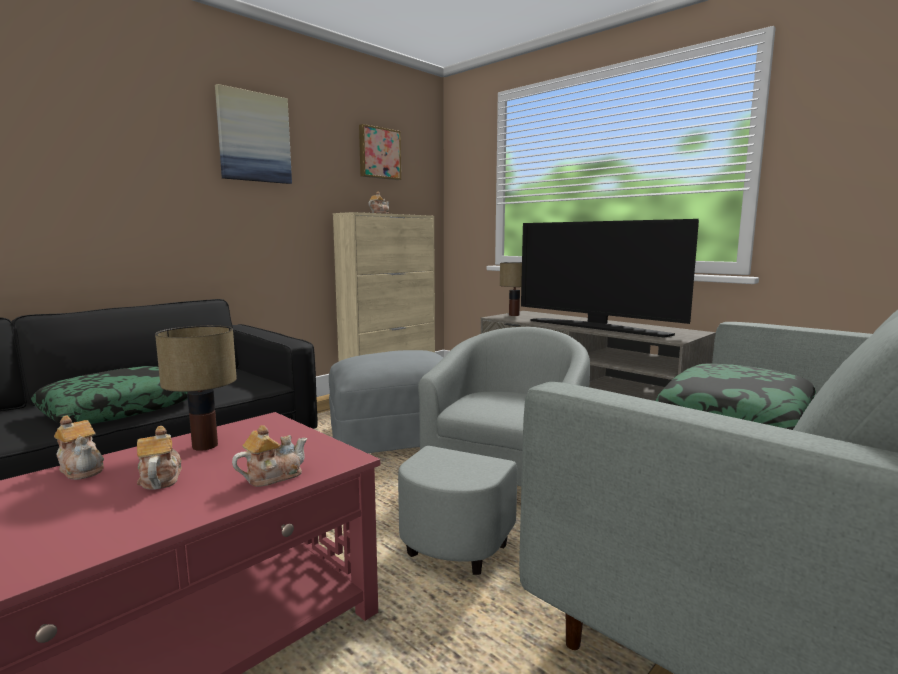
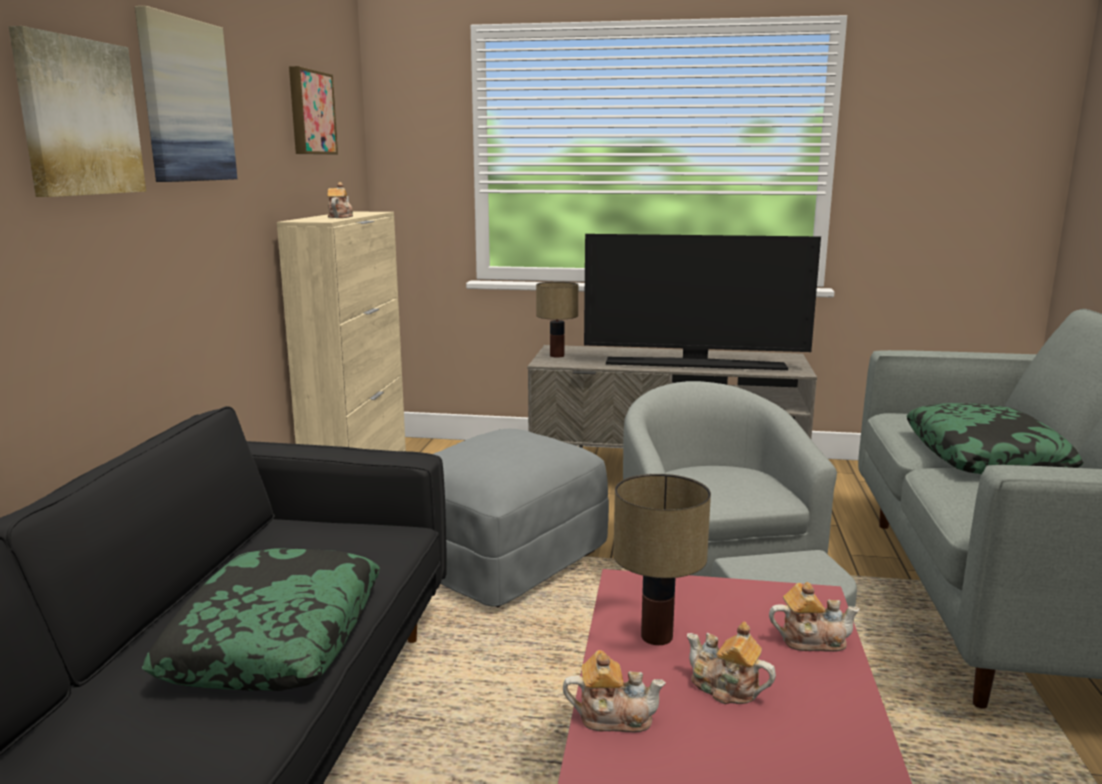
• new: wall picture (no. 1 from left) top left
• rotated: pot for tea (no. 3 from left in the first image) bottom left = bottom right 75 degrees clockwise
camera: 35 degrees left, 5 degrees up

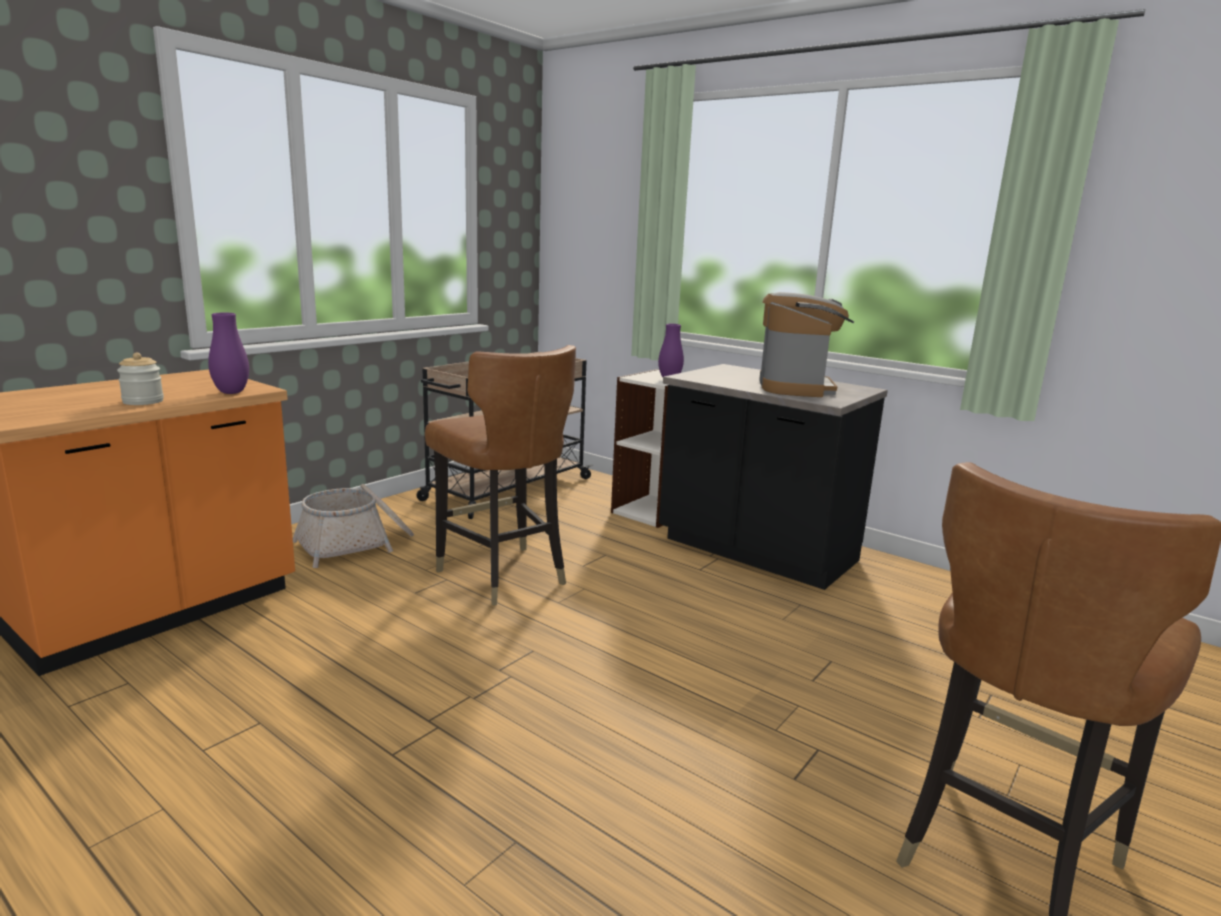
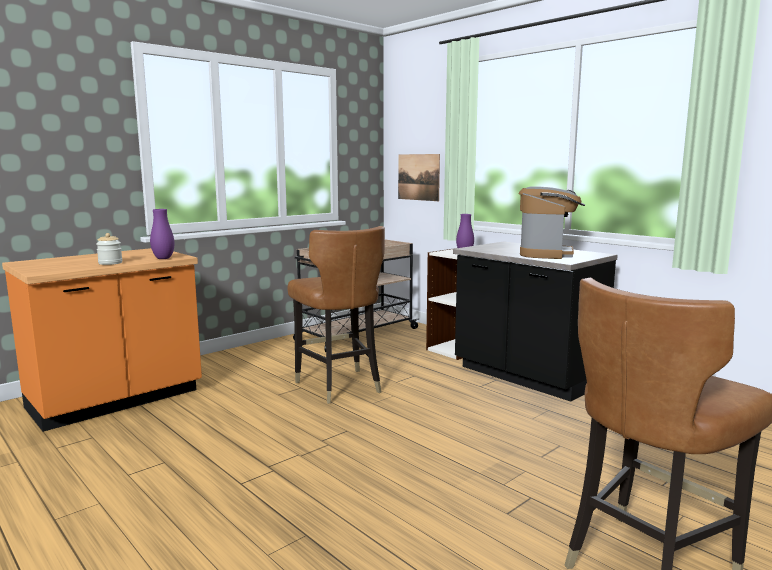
• gone: household basket middle left
• new: wall picture top centre
camera: 10 degrees right, 5 degrees down

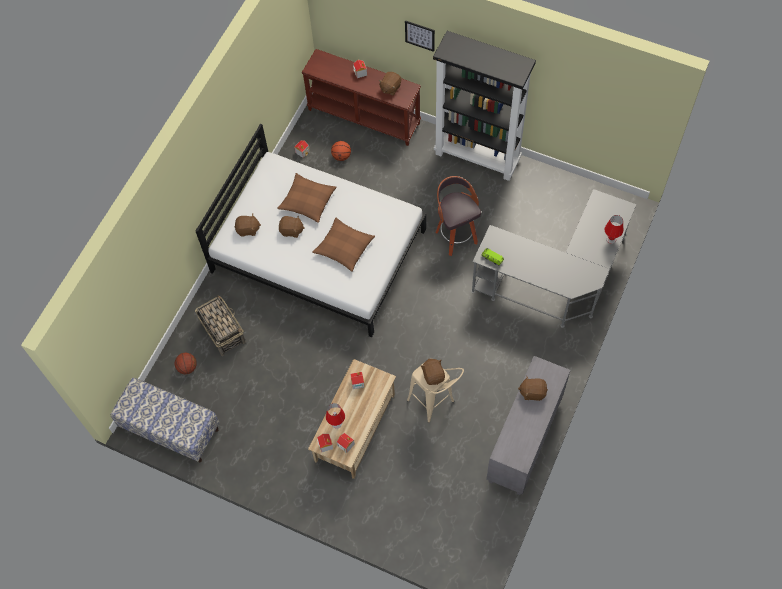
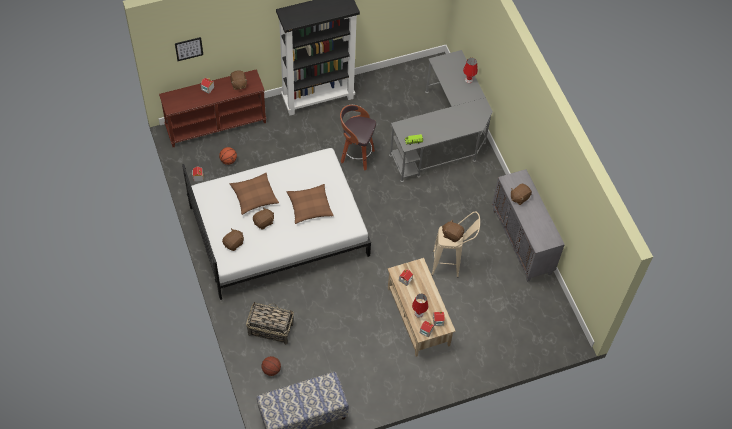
• shifted: wall picture top centre to top left
camera: 50 degrees left, 5 degrees down

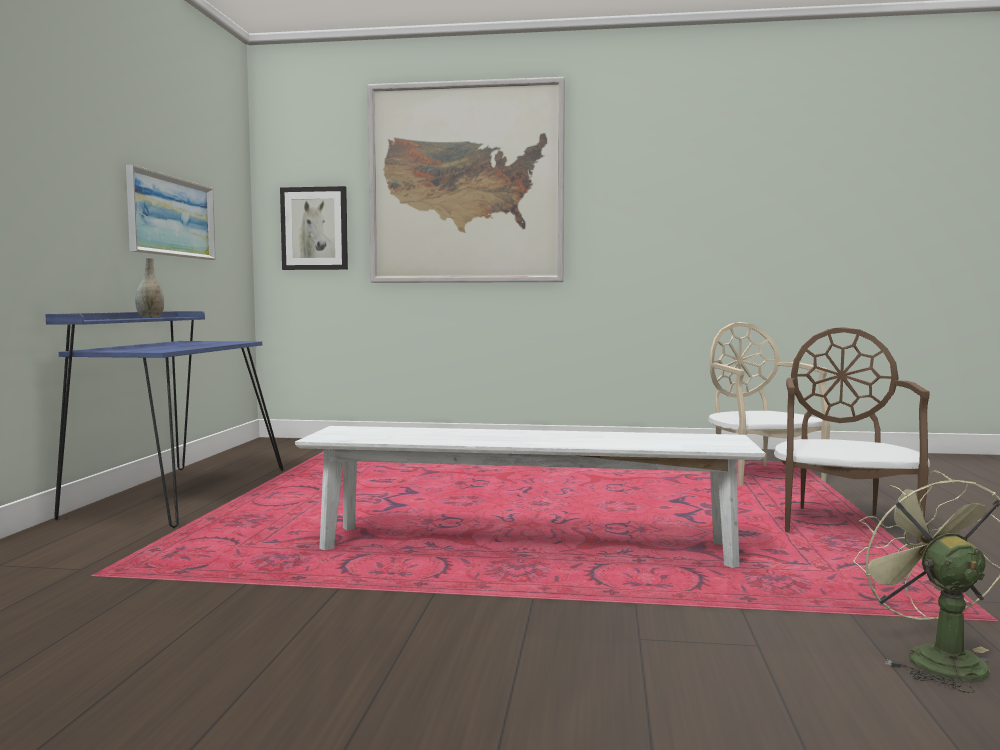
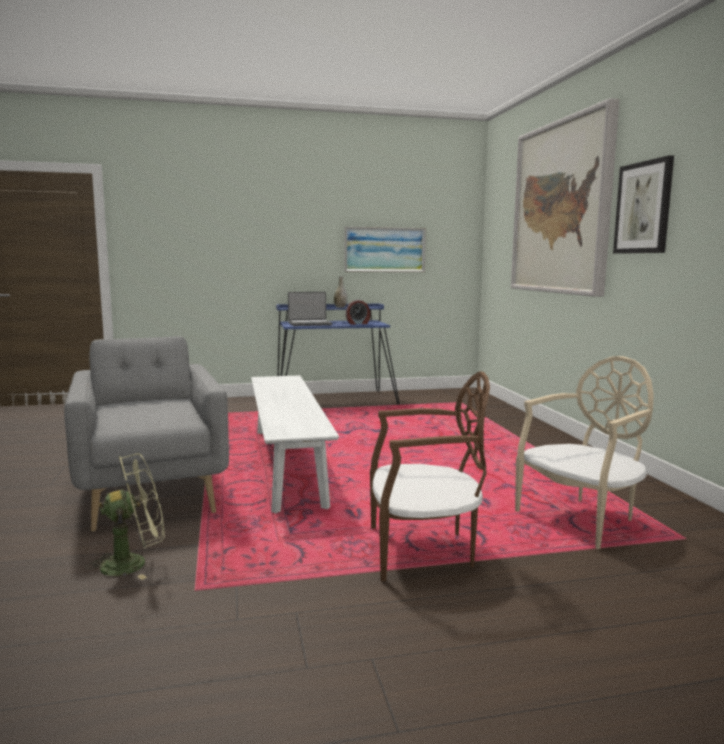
• new: easy chair in greyish middle left
• new: notebook computer centre
• new: alarm clock centre
• shifted: wall picture (no. 2 from left in the first image) top left to wall picture (no. 3 from left) top right
camera: 70 degrees right, 5 degrees up

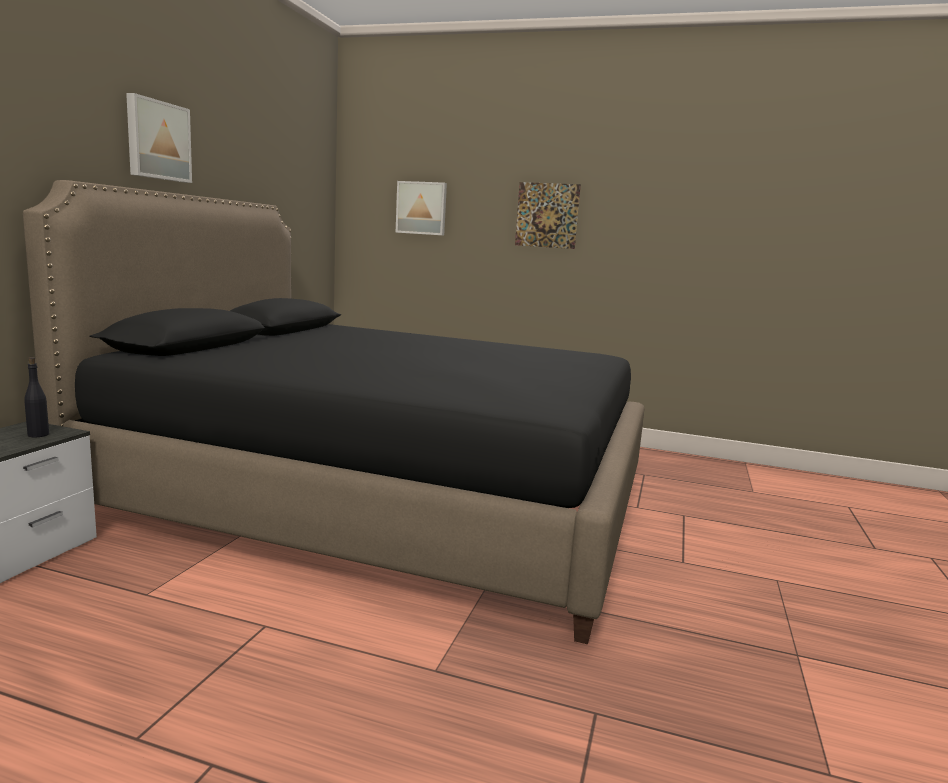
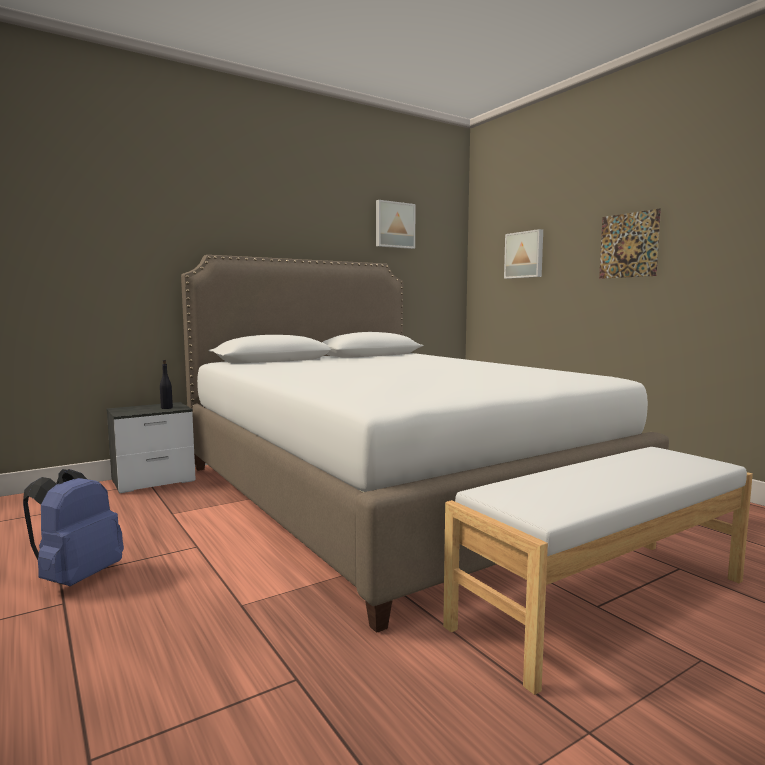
• new: rucksack in blue-coloured bottom left
• new: indoor bench in white bottom right
• shifted: wall picture (no. 1 from left) top left to top centre
• repainted: bedroom bed in blackish centre to bedroom bed in white centre
camera: 40 degrees right, 5 degrees down

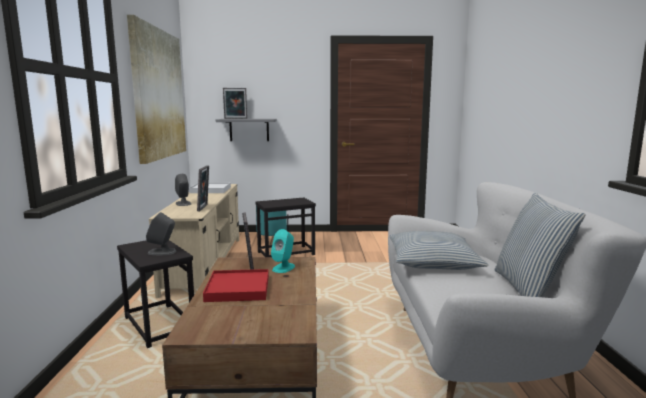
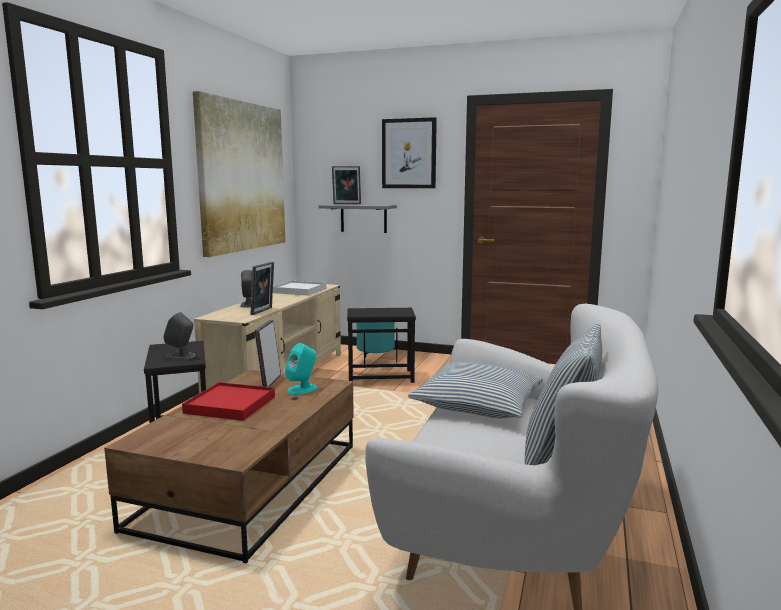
• new: wall picture (no. 2 from left) top centre
camera: 20 degrees right, 0 degrees up

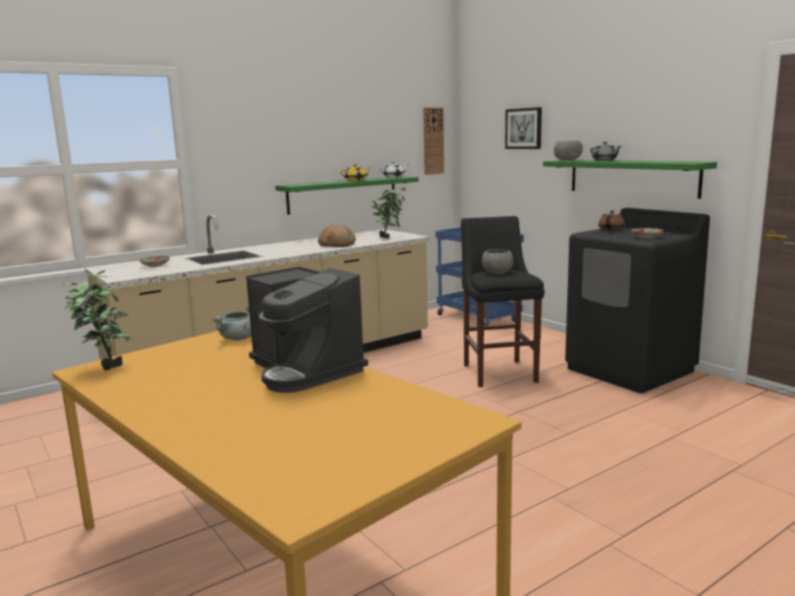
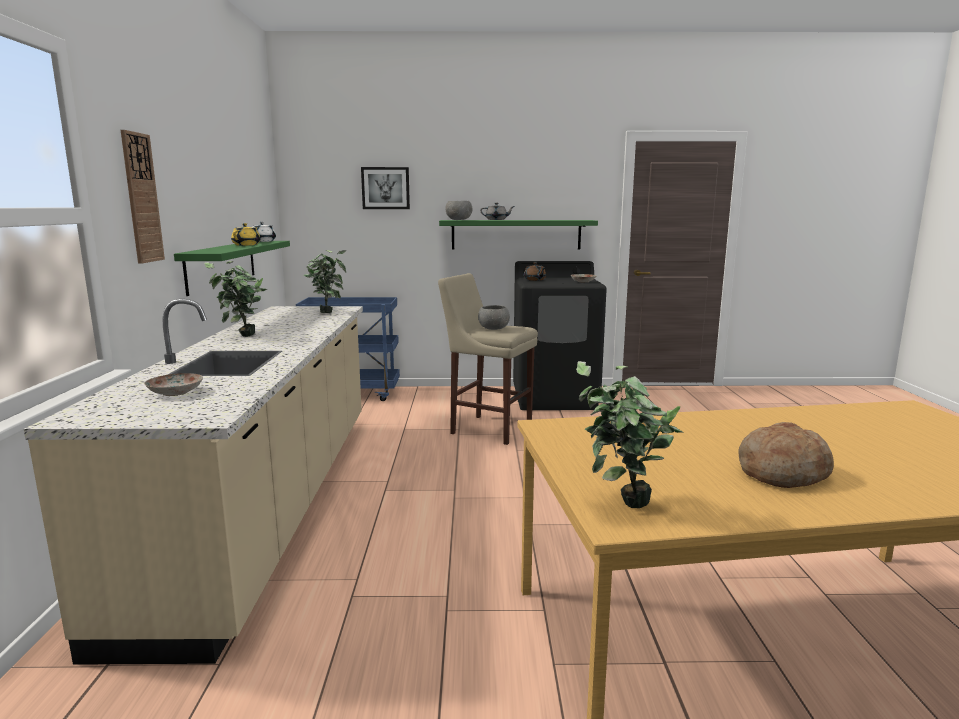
• gone: saucepot in greyish middle left
• gone: coffee machine centre
• new: potted plant (no. 1 from left) middle left
• shifted: bakery bread centre to middle right
• shifted: wall clock top centre to top left
• repainted: sitting stool in blackish centre to sitting stool in beige-coloured centre
camera: 55 degrees left, 0 degrees up

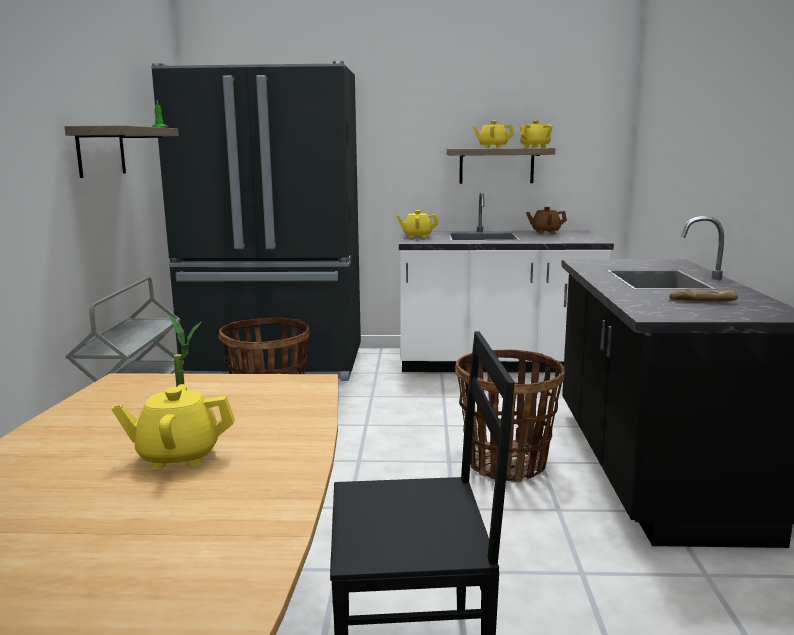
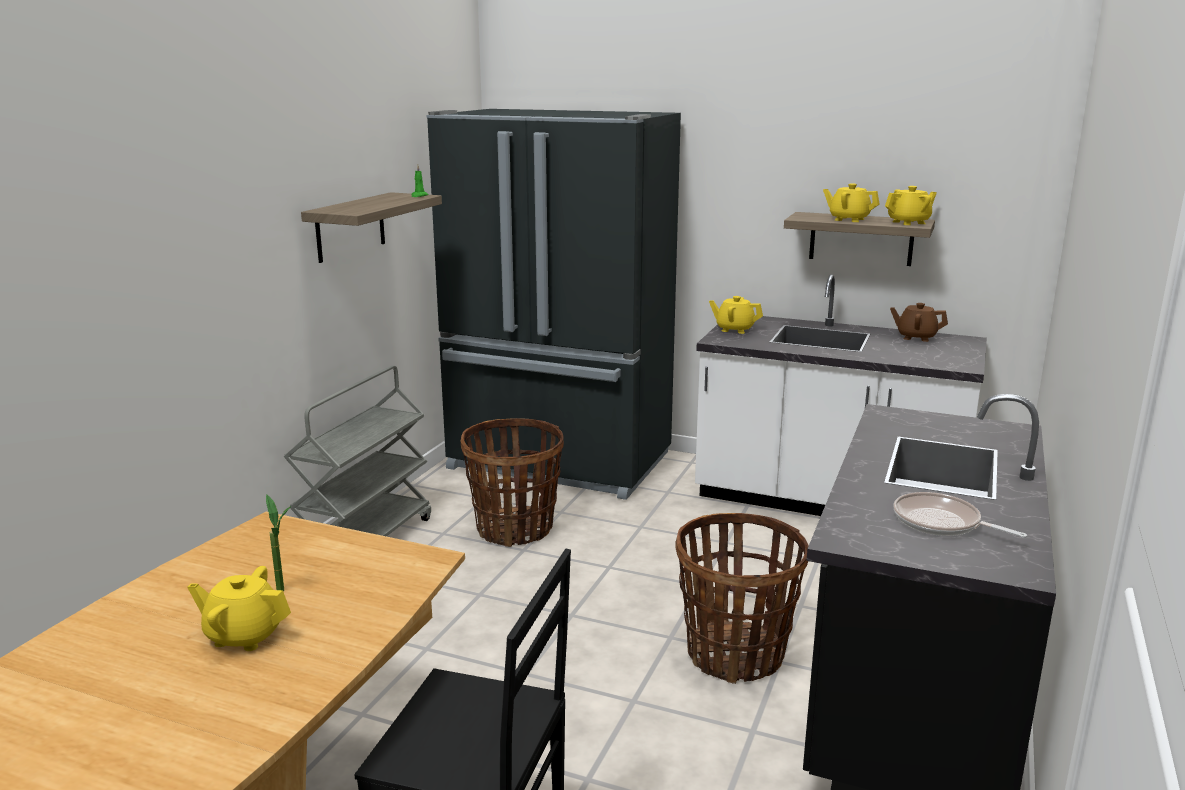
• swapped: bakery bread middle right to frying pan middle right
camera: 20 degrees right, 5 degrees up

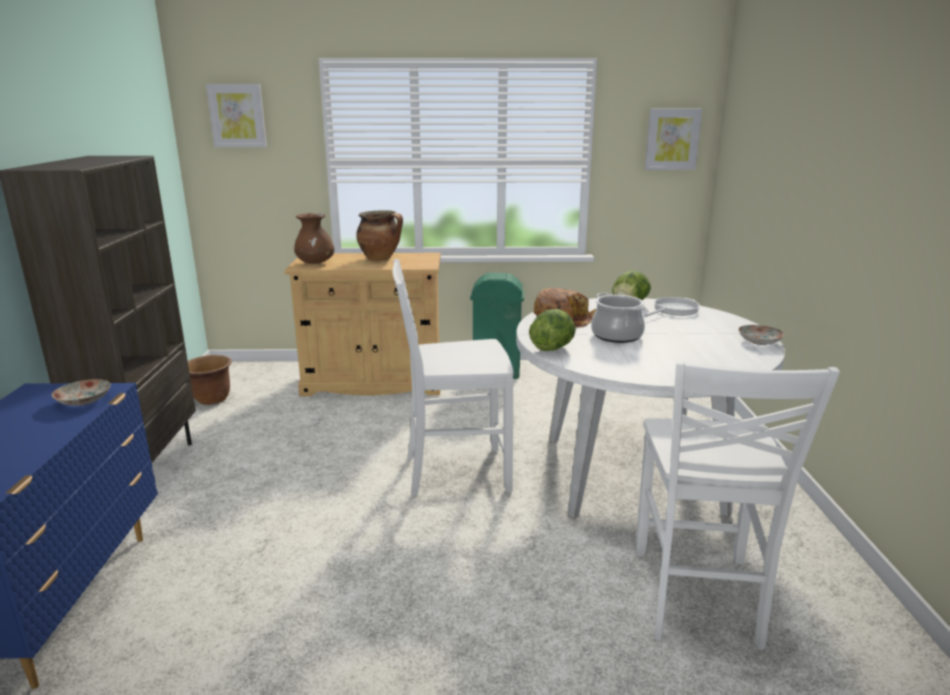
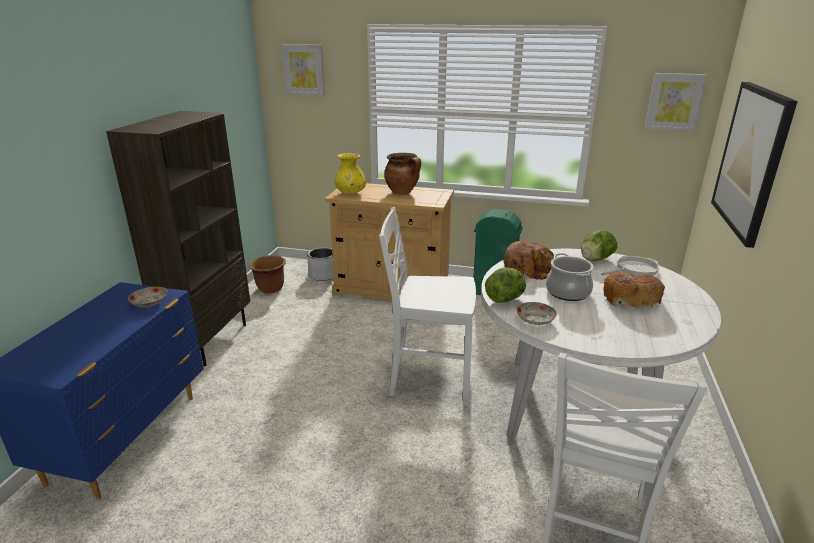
• new: planter in greyish centre
• new: bakery bread (no. 2 from left) middle right
• new: wall picture (no. 3 from left) top right
• shifted: plate (no. 2 from left) middle right to centre
• repainted: vase in brownish middle left to vase in yellow-coloured top centre
camera: 15 degrees right, 5 degrees up

